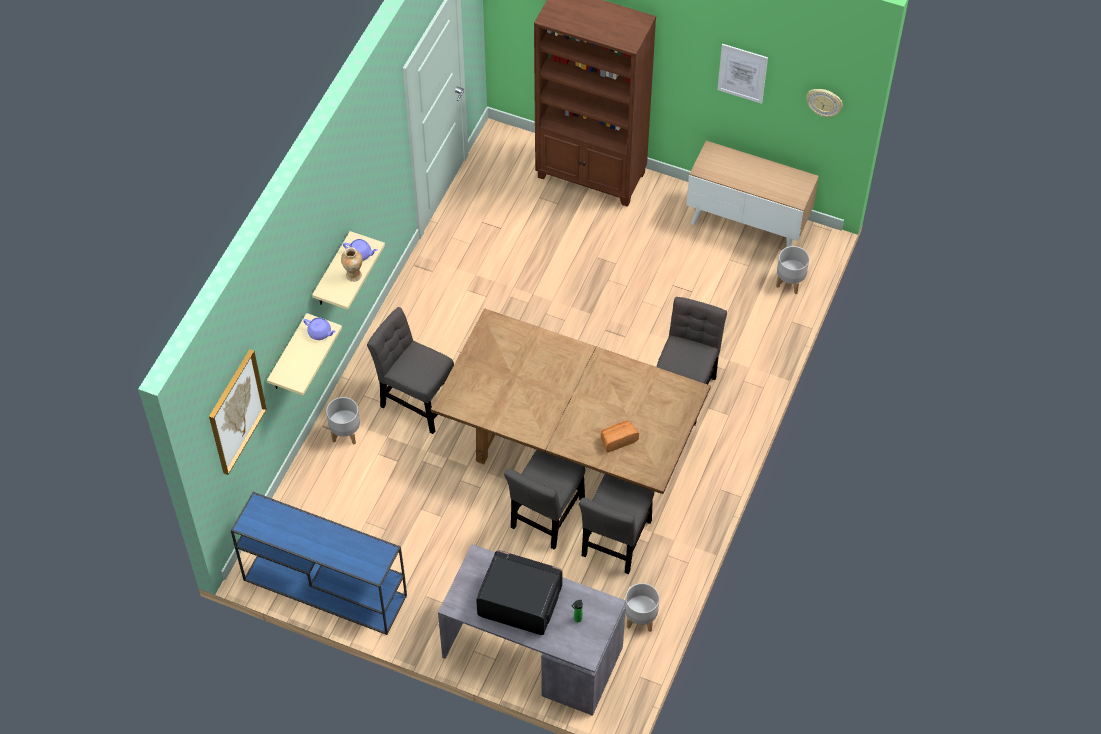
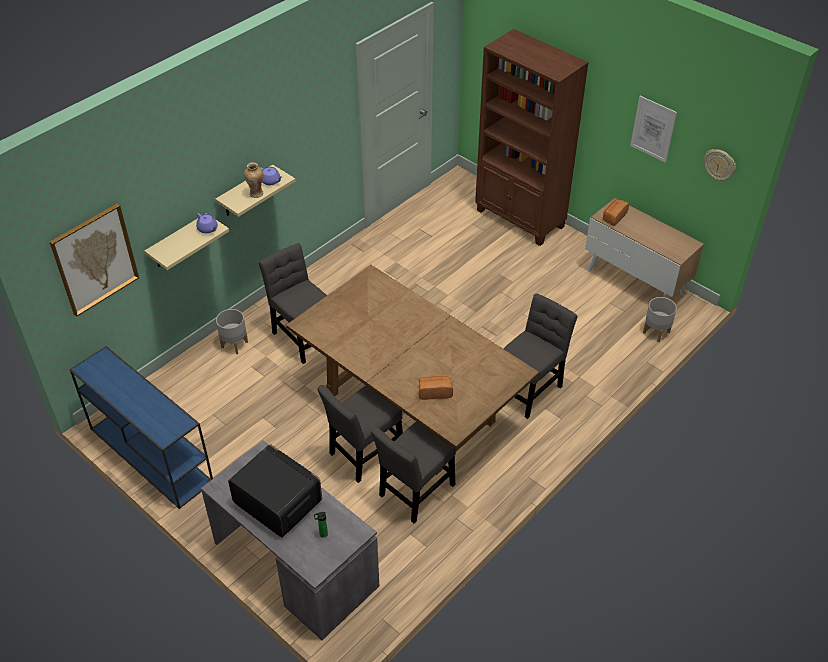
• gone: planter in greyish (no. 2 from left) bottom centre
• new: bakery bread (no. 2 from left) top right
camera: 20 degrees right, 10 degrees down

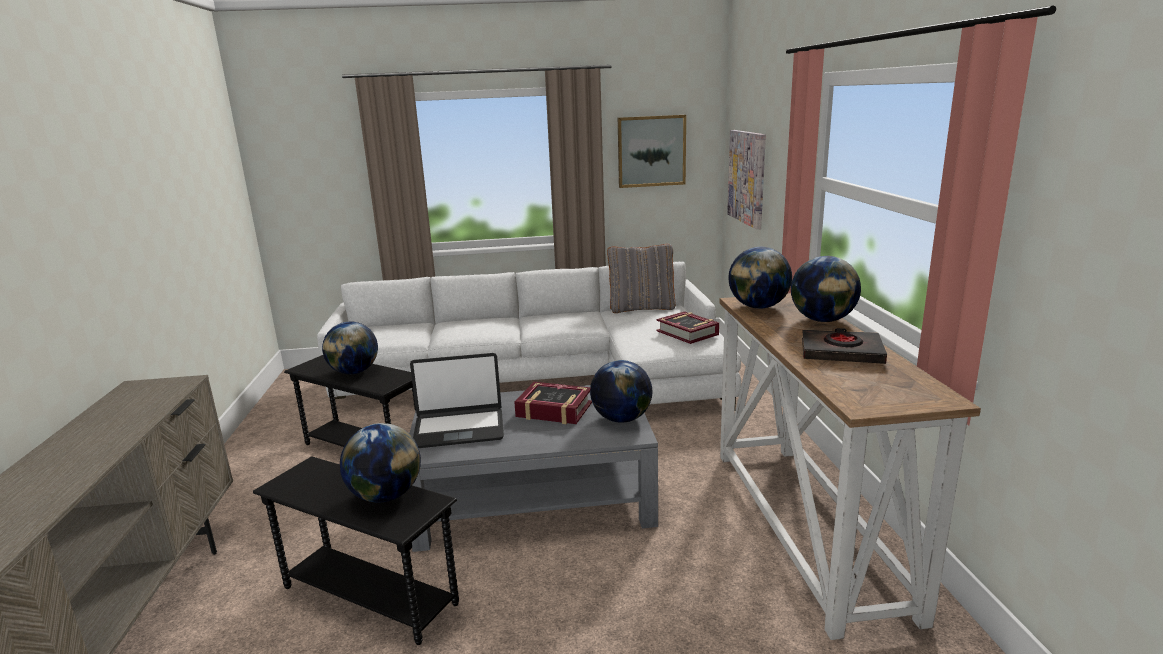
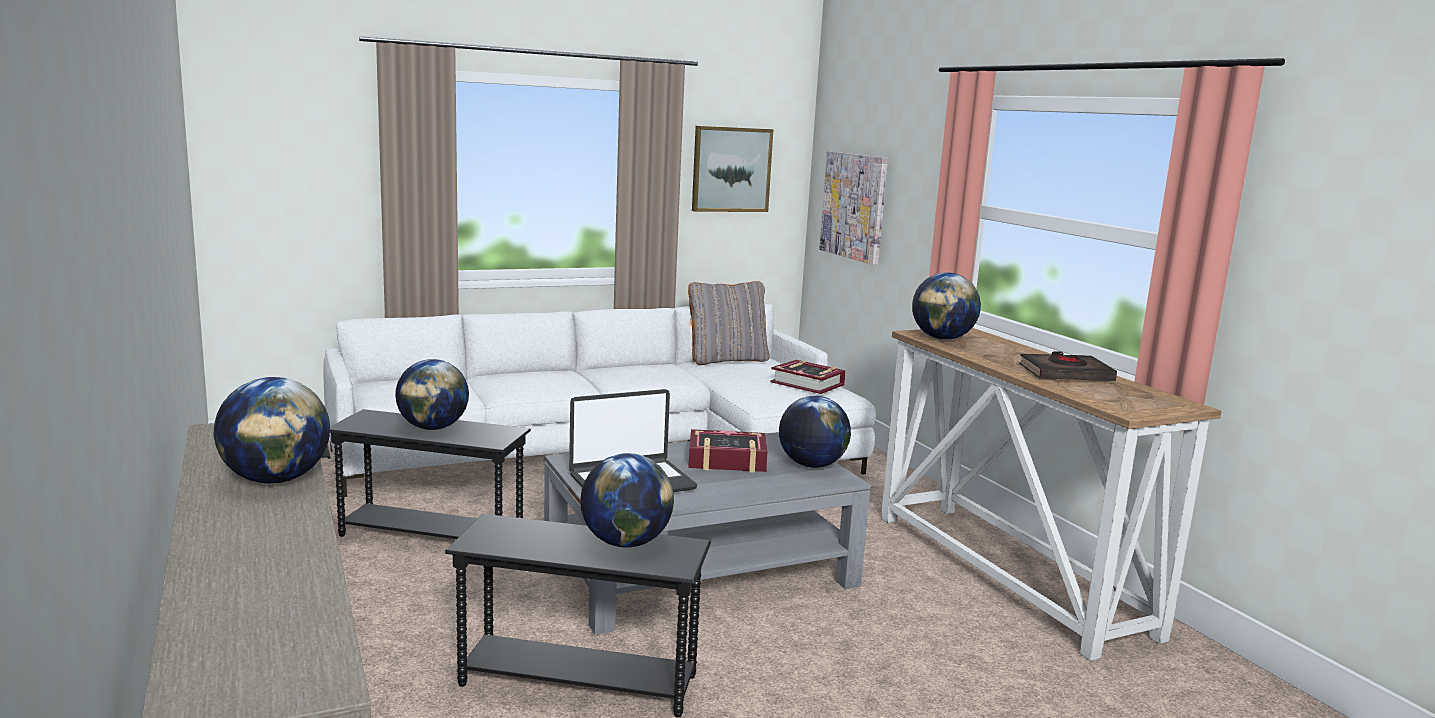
• shifted: globe (no. 5 from left in the first image) middle right to globe (no. 1 from left) middle left
camera: 20 degrees left, 5 degrees down

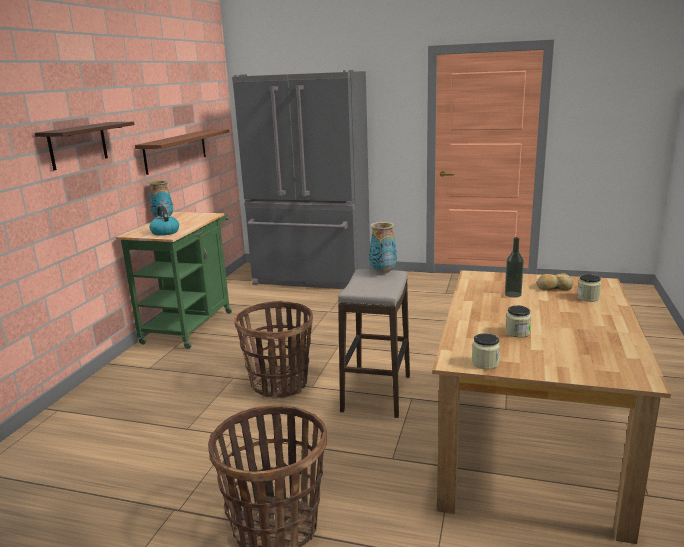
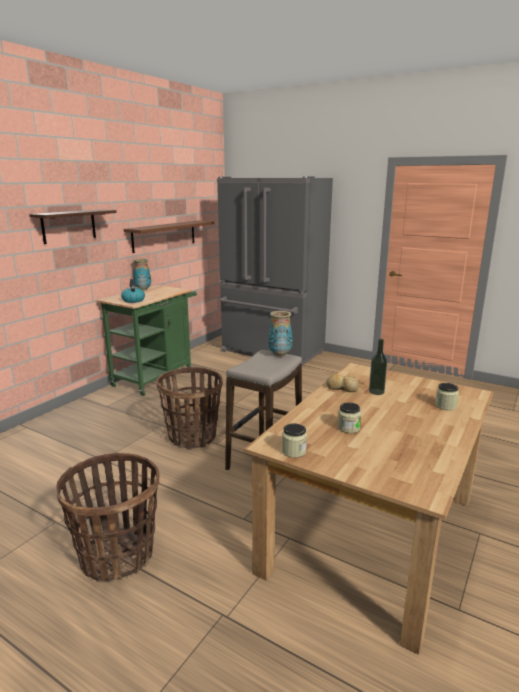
• shifted: bakery bread middle right to centre
camera: 15 degrees right, 0 degrees up

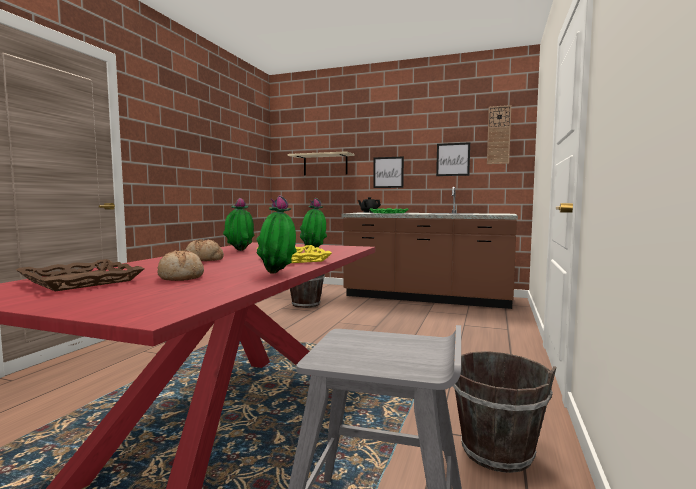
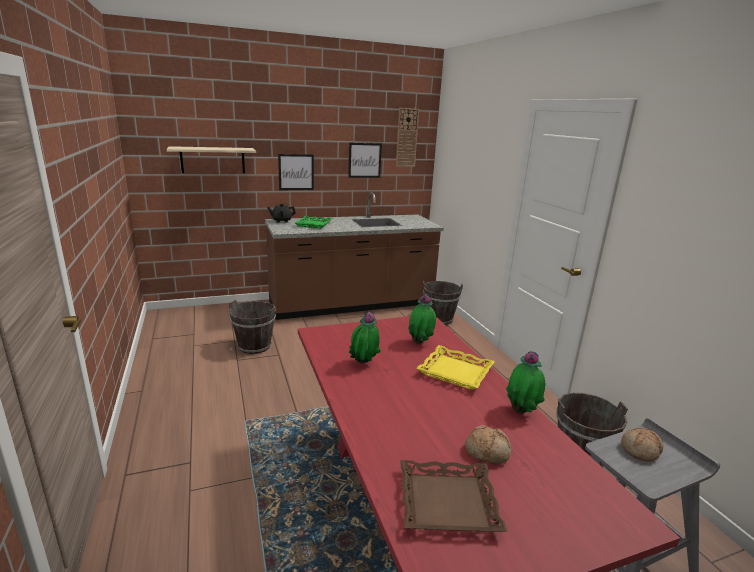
• new: pail in brownish (no. 2 from left) centre
• shifted: bakery bread (no. 2 from left) middle left to bottom right
camera: 40 degrees left, 15 degrees up

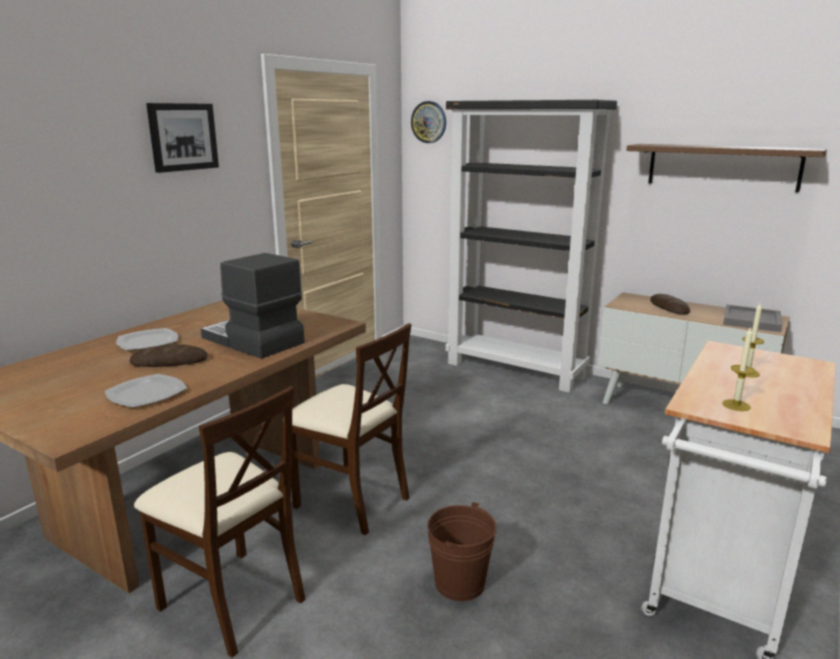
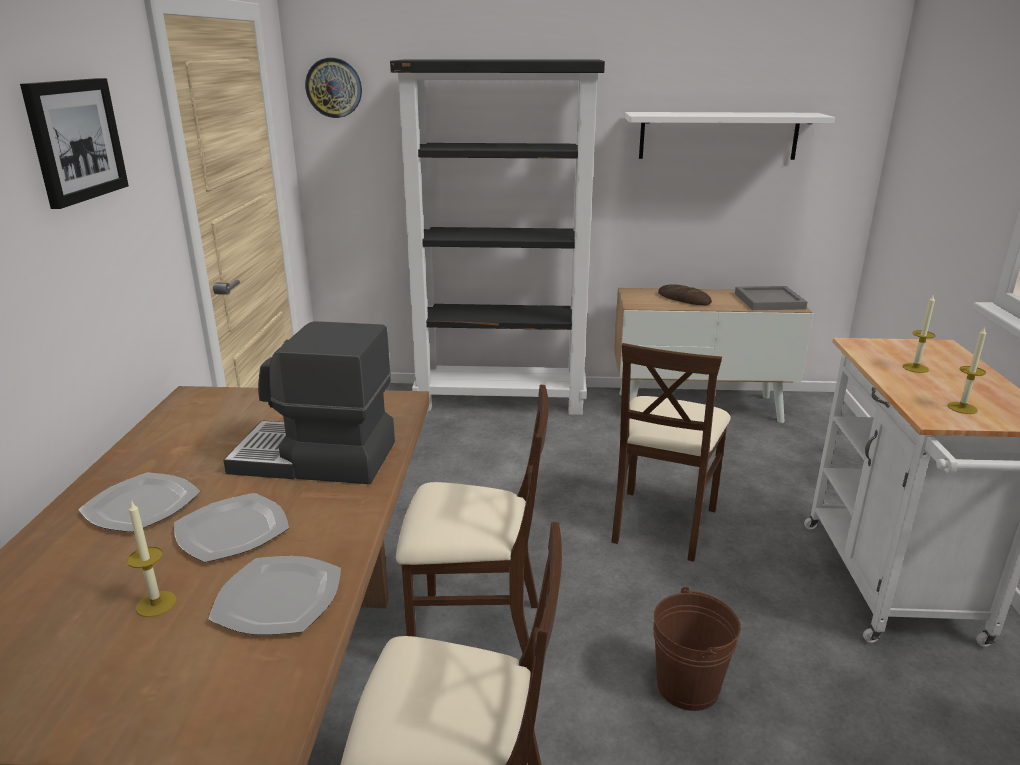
• new: wax candle (no. 1 from left) bottom left
• new: plain chair in beige-coloured (no. 3 from left) centre
• swapped: bakery bread (no. 1 from left) middle left to plate (no. 2 from left) bottom left
• repainted: bracket shelf in brownish top right to bracket shelf in white top right
camera: 30 degrees left, 5 degrees up

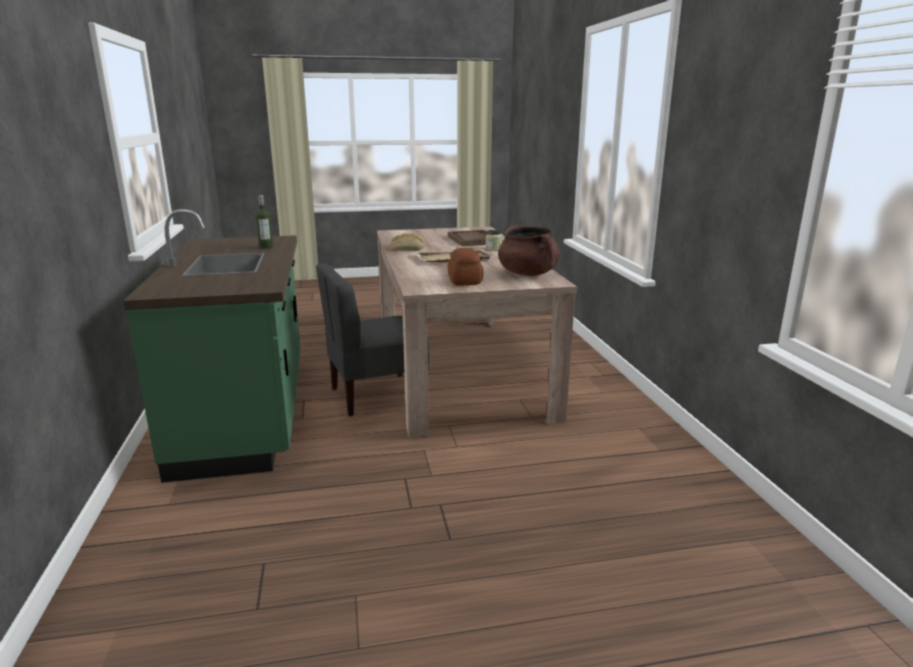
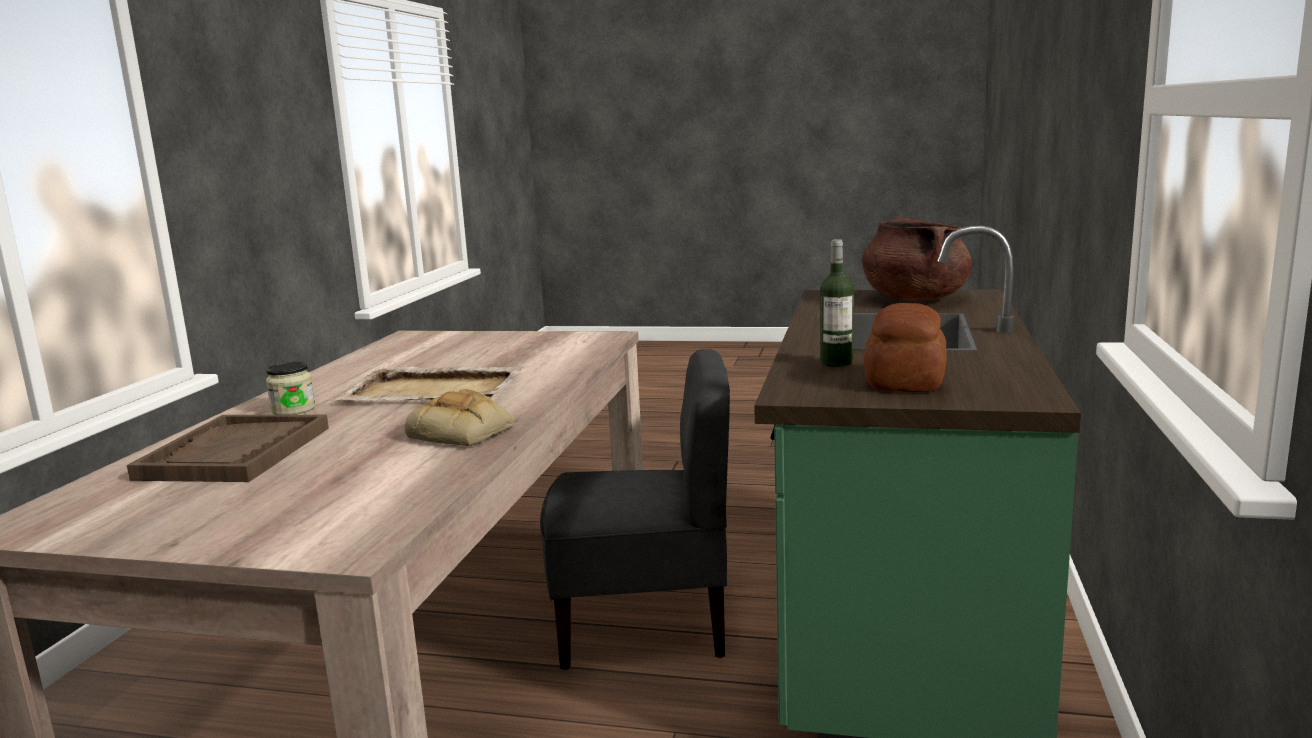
• shifted: bakery bread (no. 2 from left) centre to middle right
• shifted: saucepot in brownish centre to middle right
camera: 155 degrees left, 5 degrees down

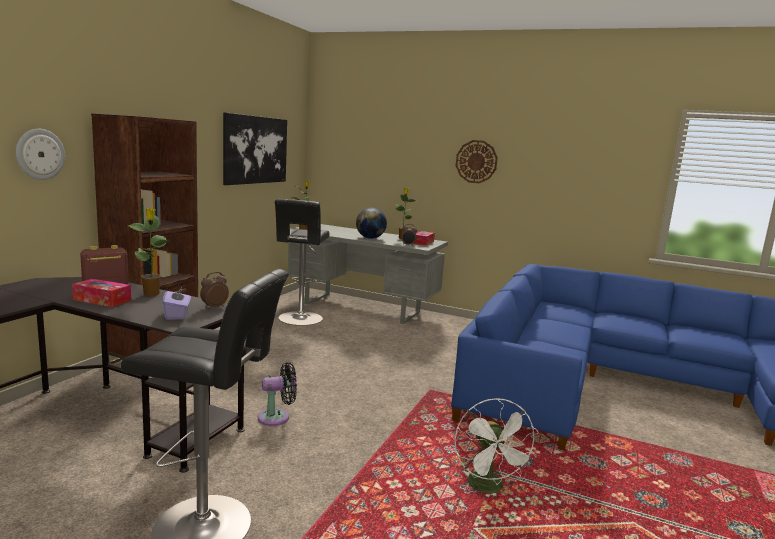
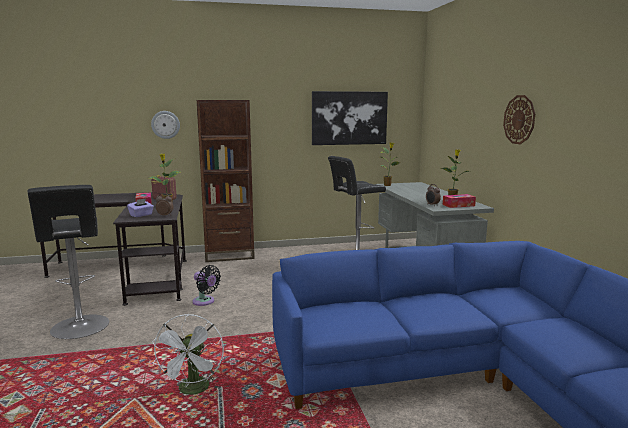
• gone: globe centre
• rotated: fan in white bottom centre = bottom left 45 degrees counterclockwise
camera: 55 degrees right, 0 degrees up

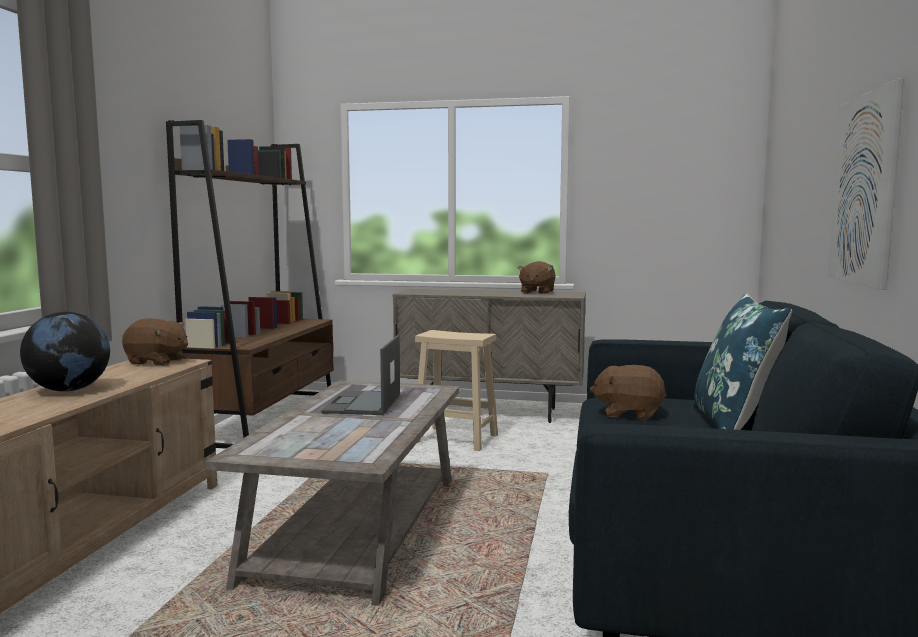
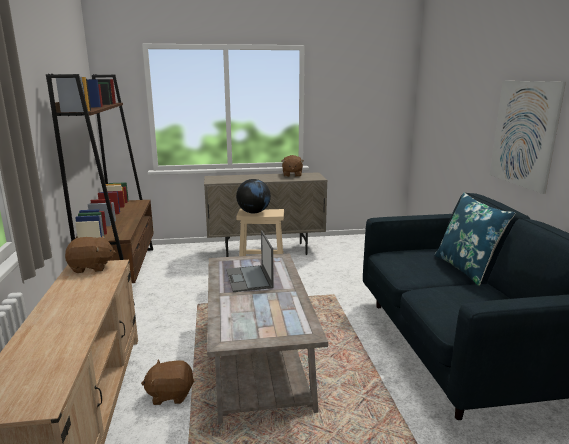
• shifted: globe middle left to centre
• shifted: plush toy in brownish (no. 3 from left in the first image) middle right to plush toy in brownish (no. 2 from left) bottom left
camera: 20 degrees left, 10 degrees up

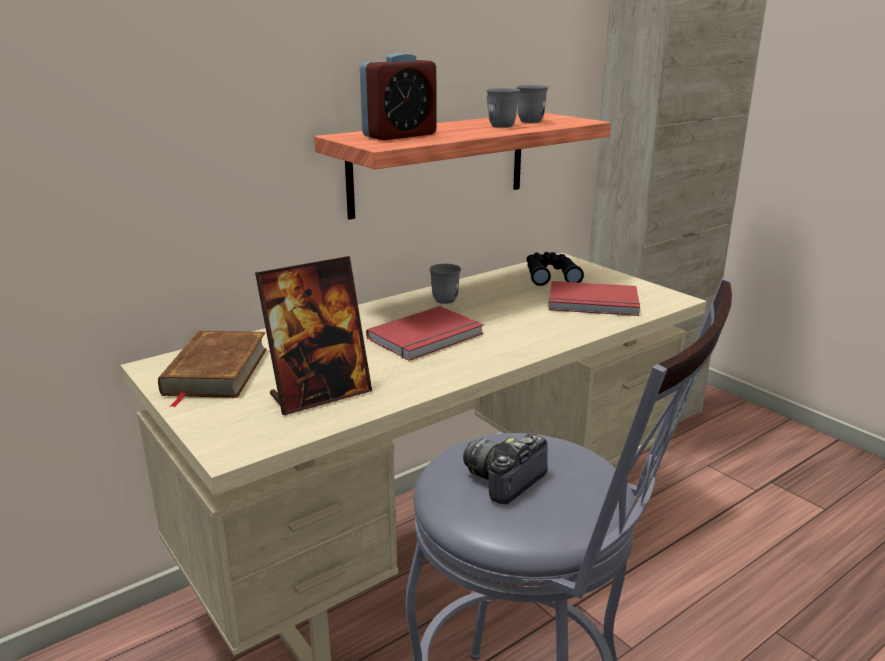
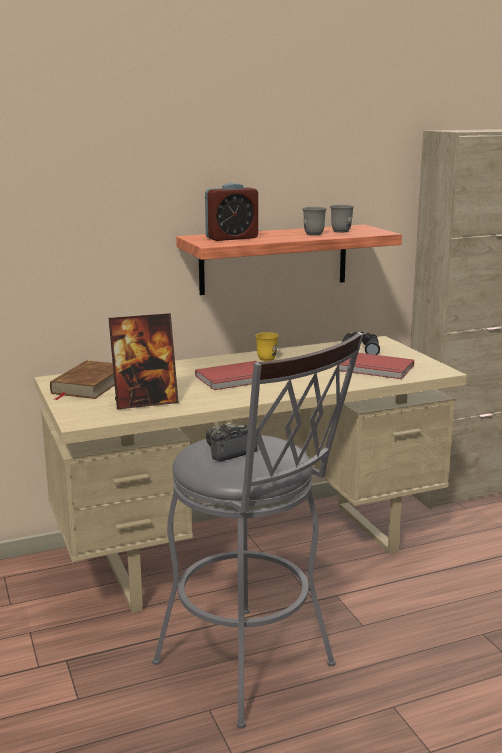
• repainted: coffee mug in greyish (no. 1 from left) centre to coffee mug in yellow-coloured centre
camera: 15 degrees right, 5 degrees down

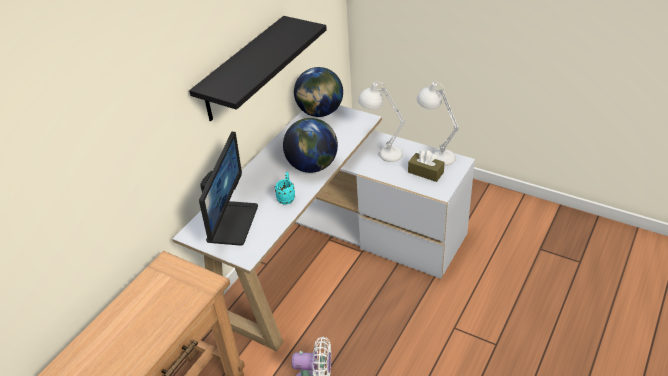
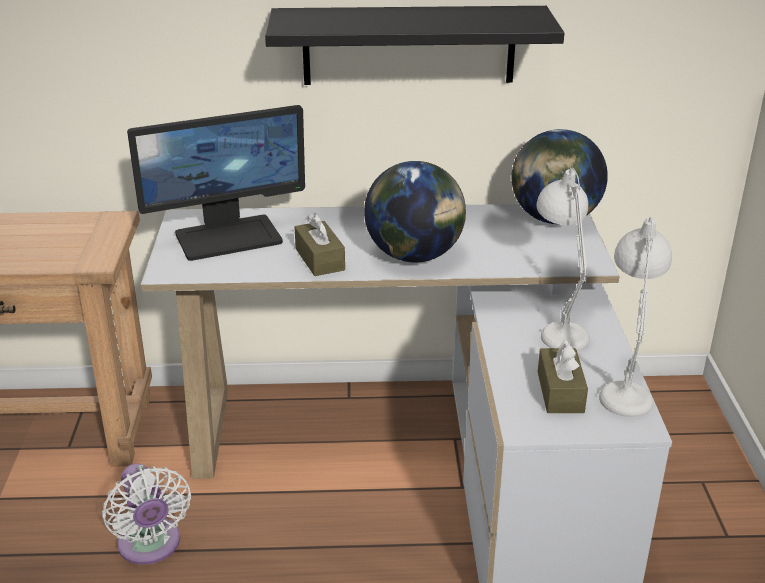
• swapped: coffee mug in blue-green centre to tissue holder in brownish (no. 1 from left) centre
camera: 55 degrees right, 10 degrees down

